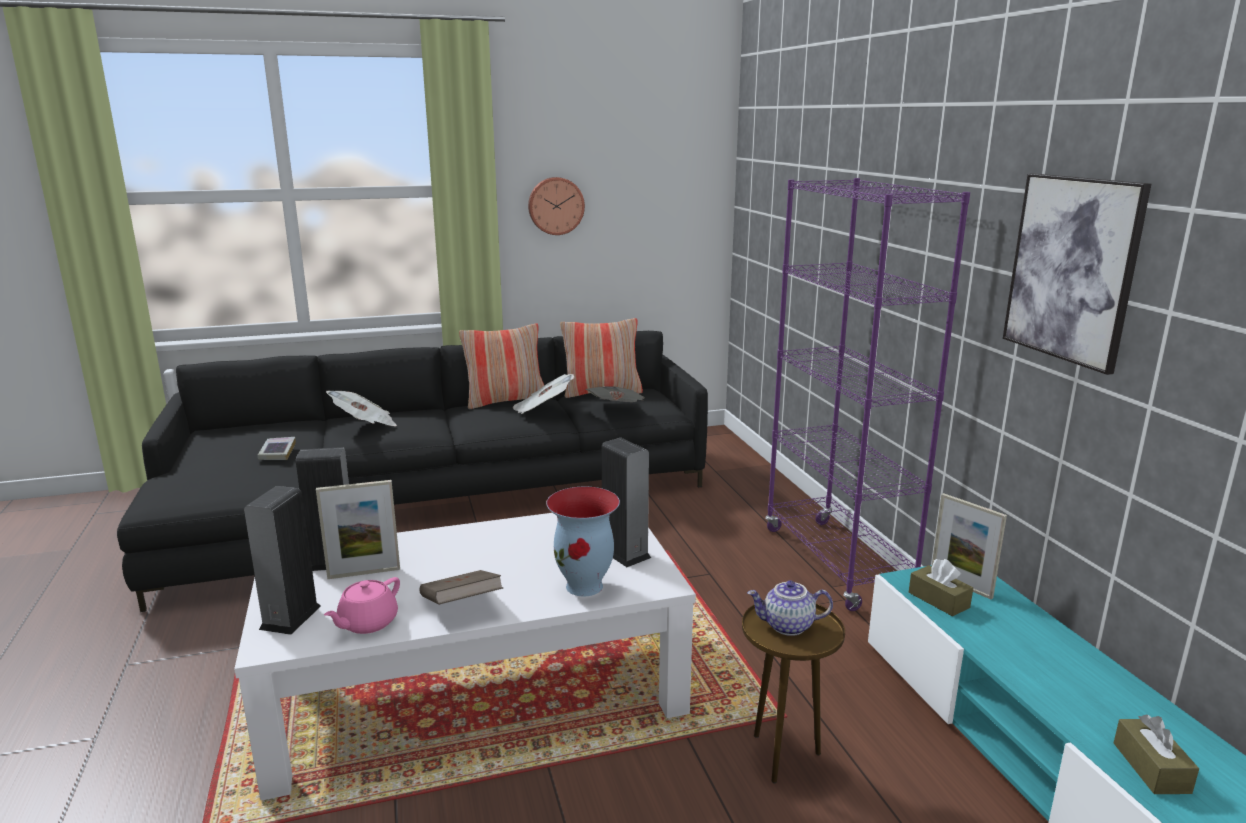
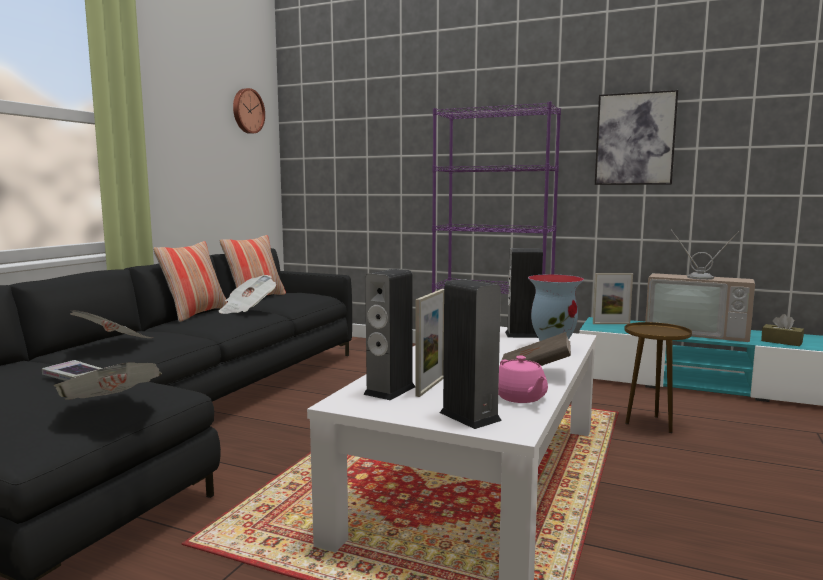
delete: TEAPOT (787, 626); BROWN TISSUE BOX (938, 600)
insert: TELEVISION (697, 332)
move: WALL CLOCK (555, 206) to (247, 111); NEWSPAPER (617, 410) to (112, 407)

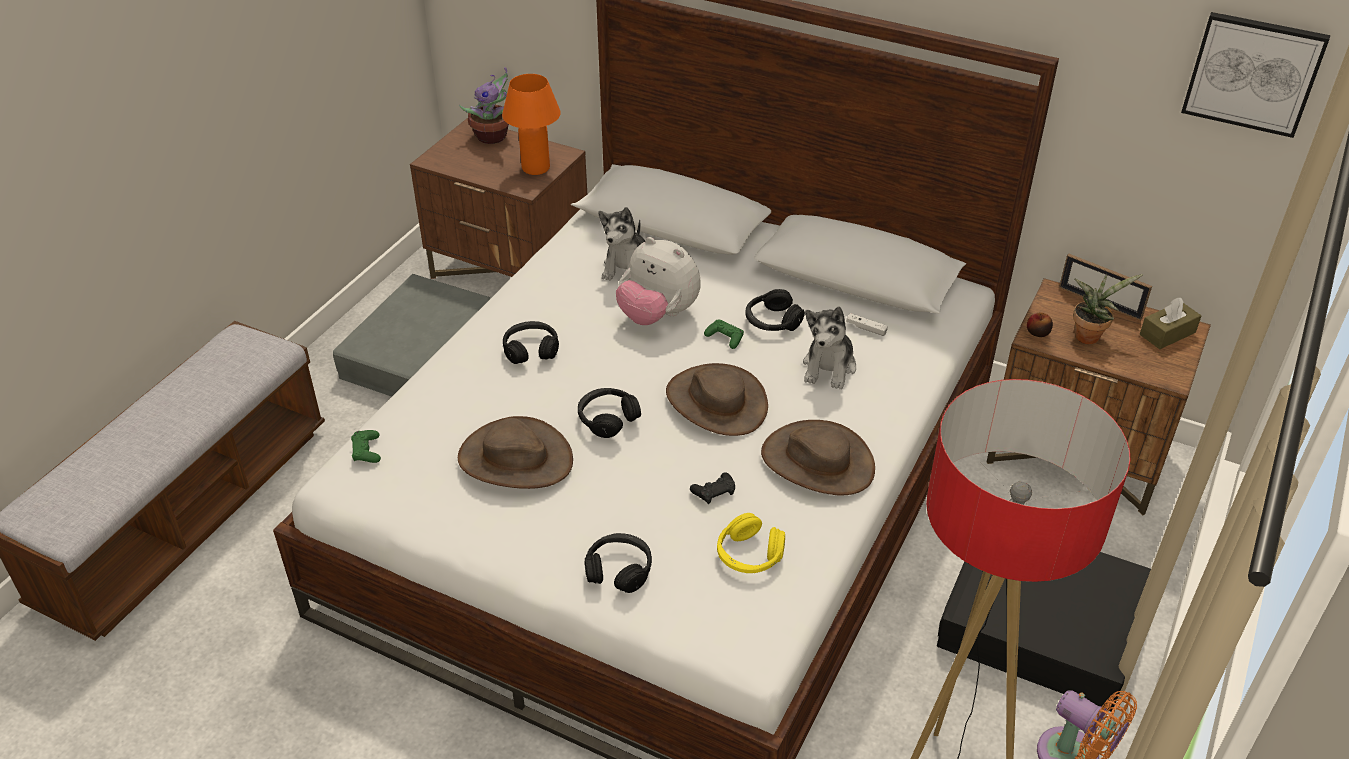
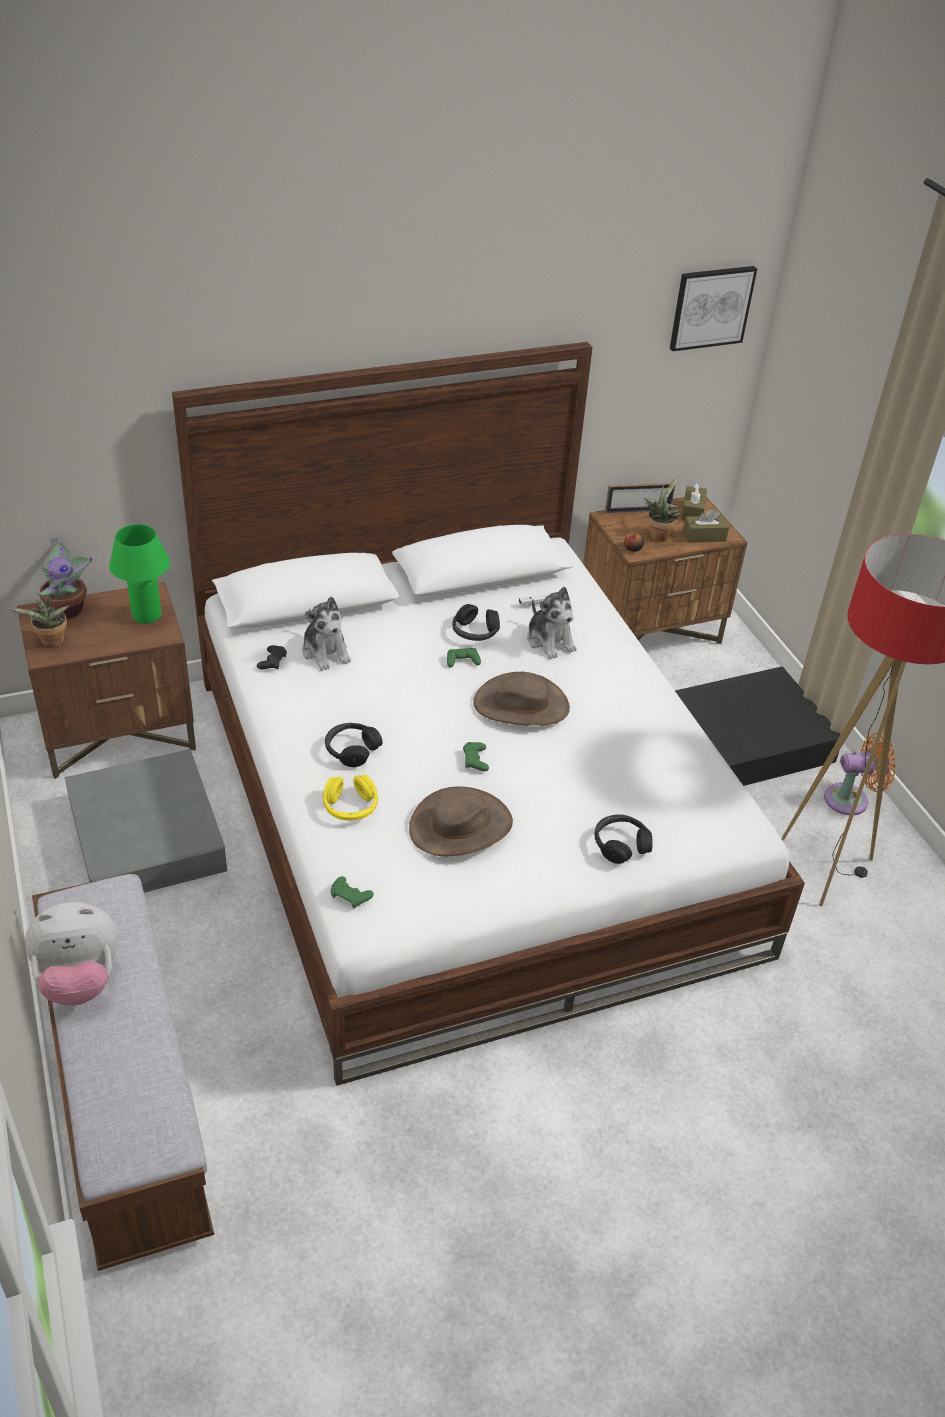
delete: BROWN HAT (817, 461)
insert: POTTED PLANT (51, 643); BROWN TISSUE BOX (704, 536)
move: PLUSH TOY (658, 315) to (79, 980); BLACK GAME CONTROLLER (714, 491) to (272, 661); YELLOW HEADPHONES (749, 555) to (350, 807)
replace: BLACK HEADPHONES (608, 418) to GREEN GAME CONTROLLER (475, 760)
recolor: ORANGE TABLE LAMP (535, 168) to GREEN TABLE LAMP (147, 616)

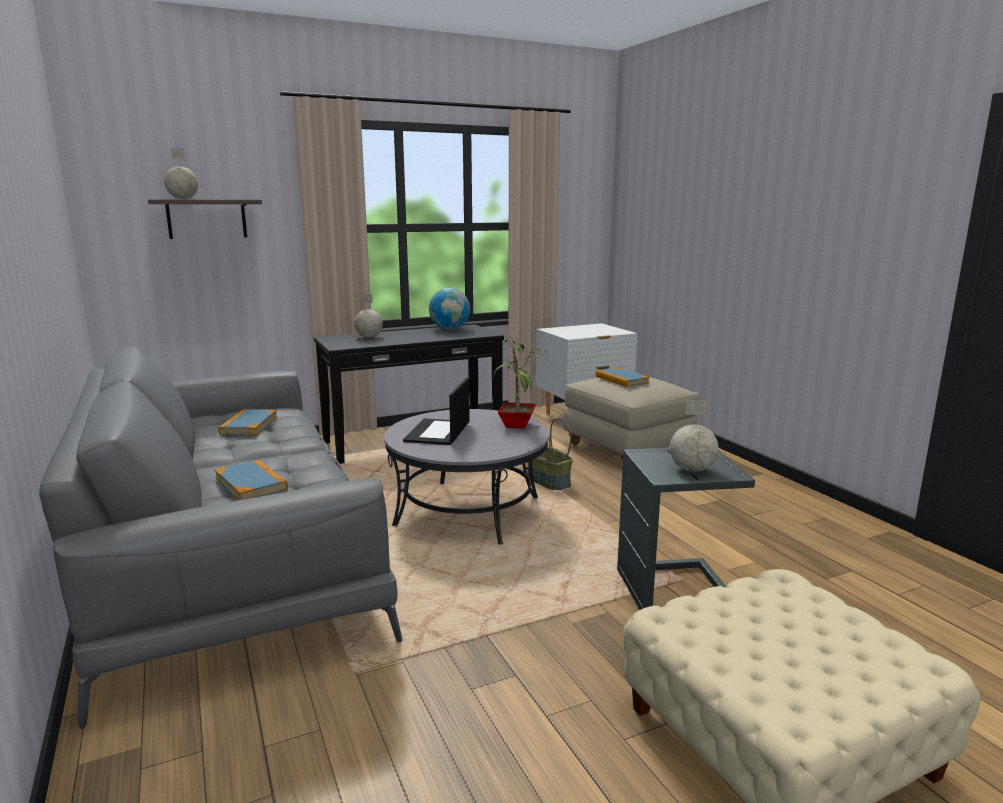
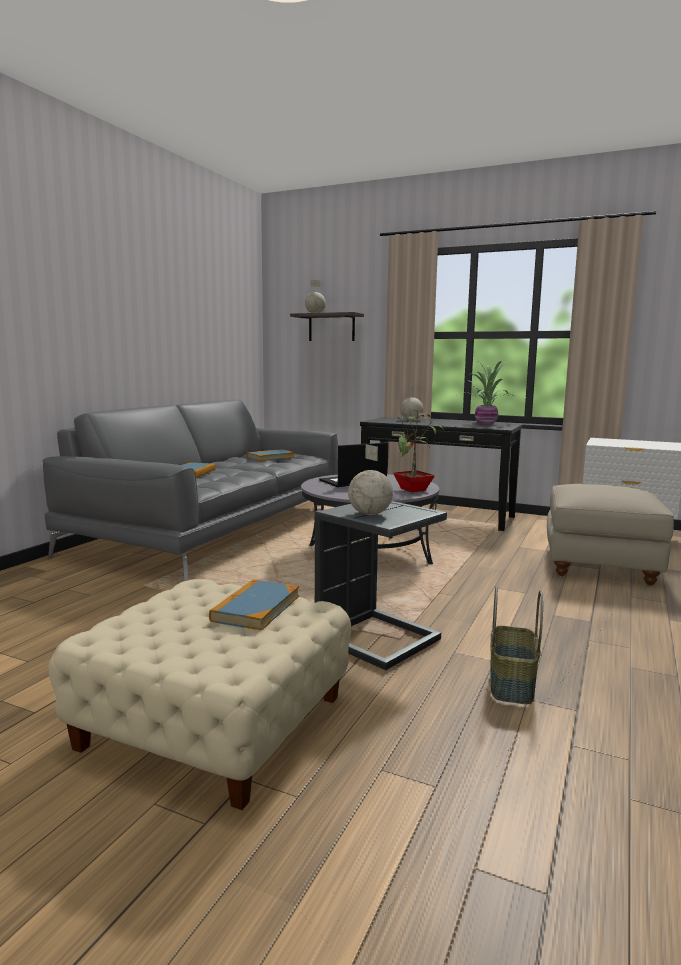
move: BASKET (547, 481) to (510, 683); BOOK (621, 380) to (256, 608)
replace: GLOBE (450, 329) to POTTED PLANT (486, 423)

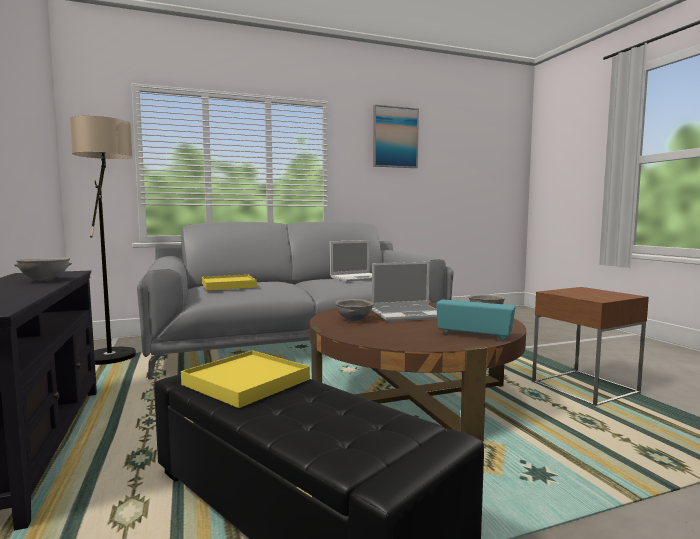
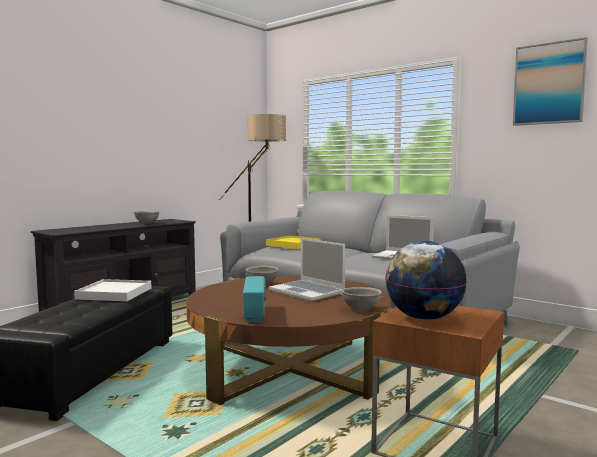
insert: GLOBE (423, 318)
recolor: YELLOW TRAY (246, 382) to WHITE TRAY (114, 293)

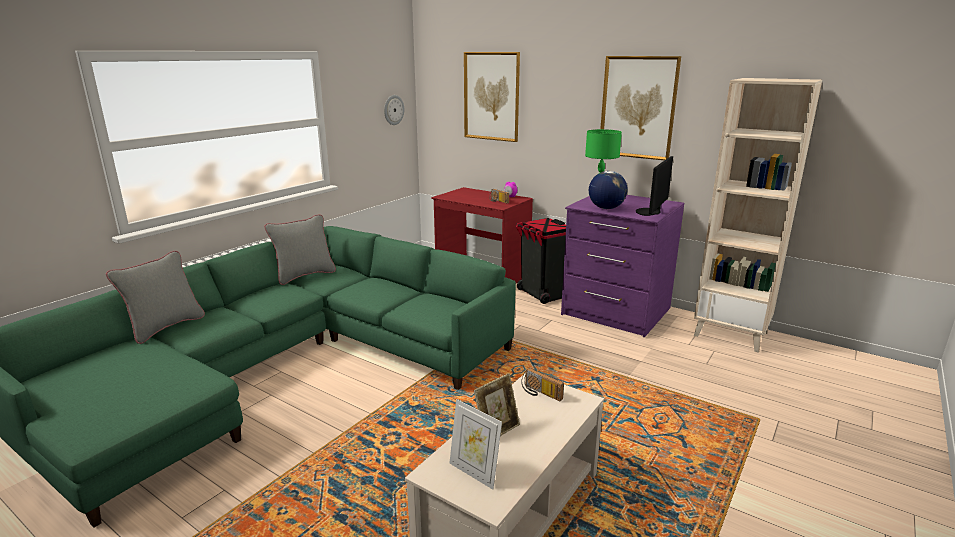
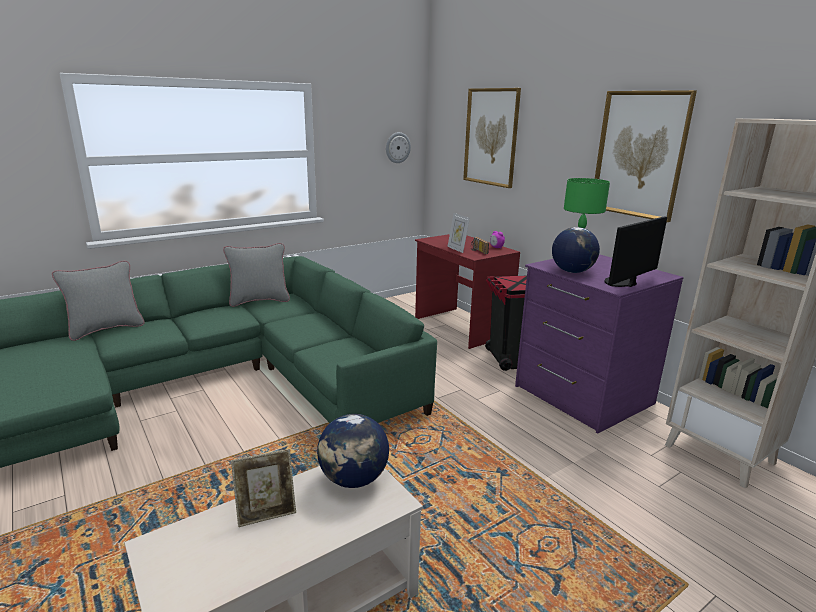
move: PICTURE FRAME (474, 472) to (457, 249)
replace: RADIO (540, 393) to GLOBE (354, 479)

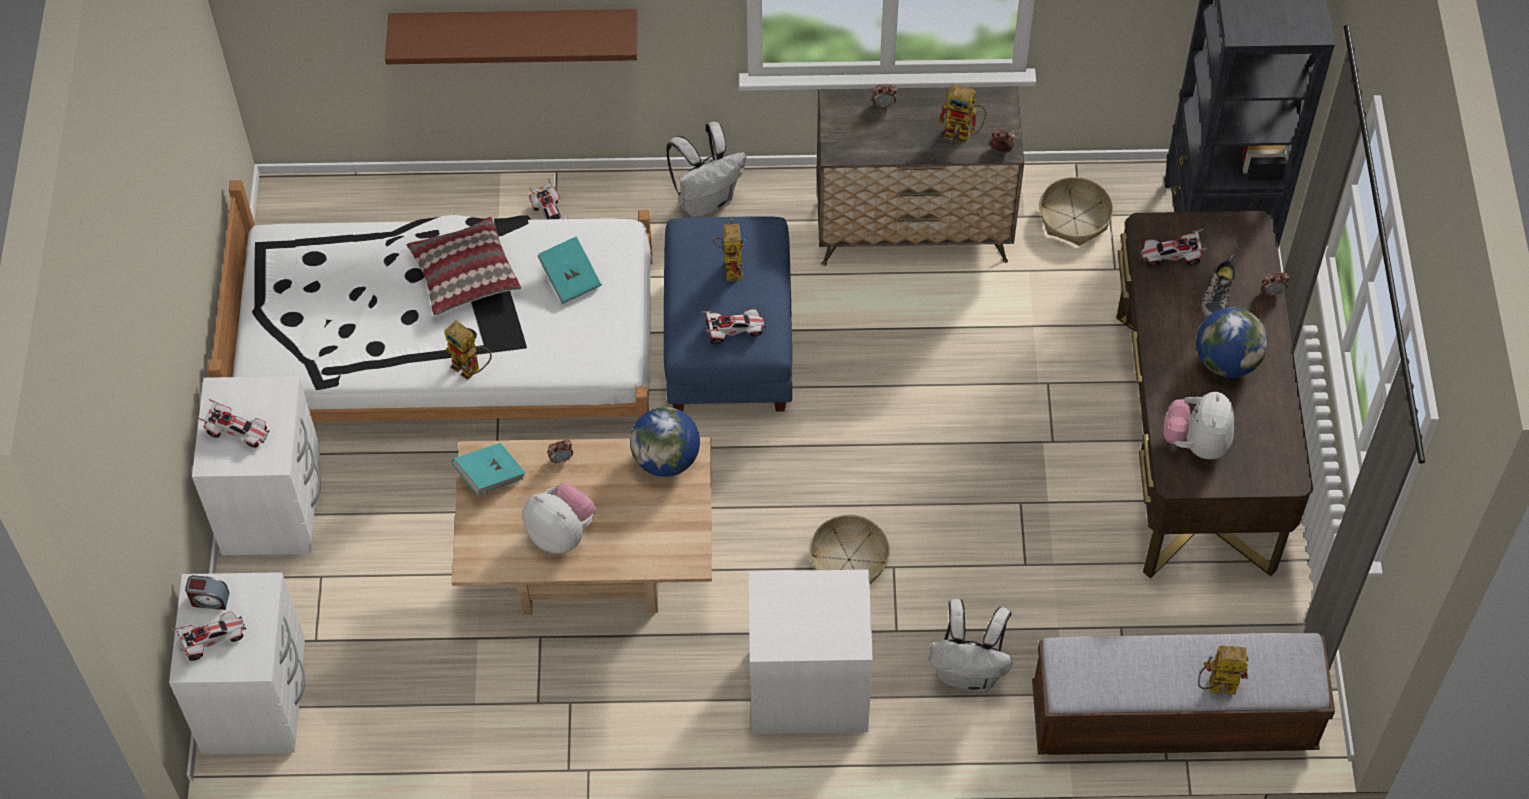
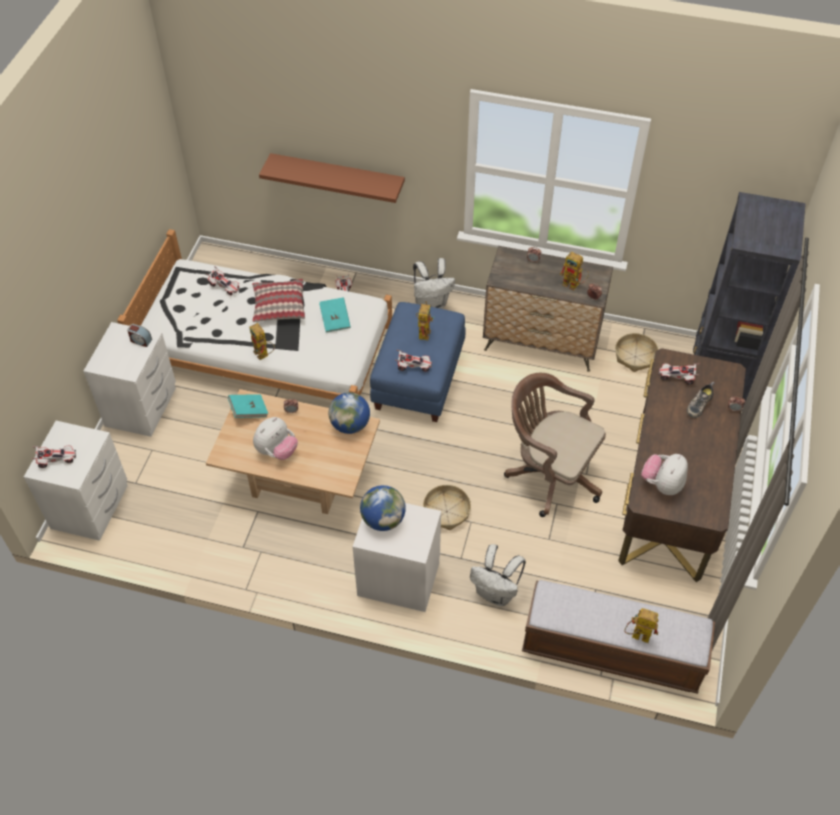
insert: BROWN OFFICE CHAIR (549, 474)
move: ALARM CLOCK (209, 600) to (140, 340); TOY CAR (238, 432) to (224, 286); GLOBE (1226, 361) to (383, 519)
rotate: PLUSH TOY (561, 533) = (277, 451) 75 degrees clockwise

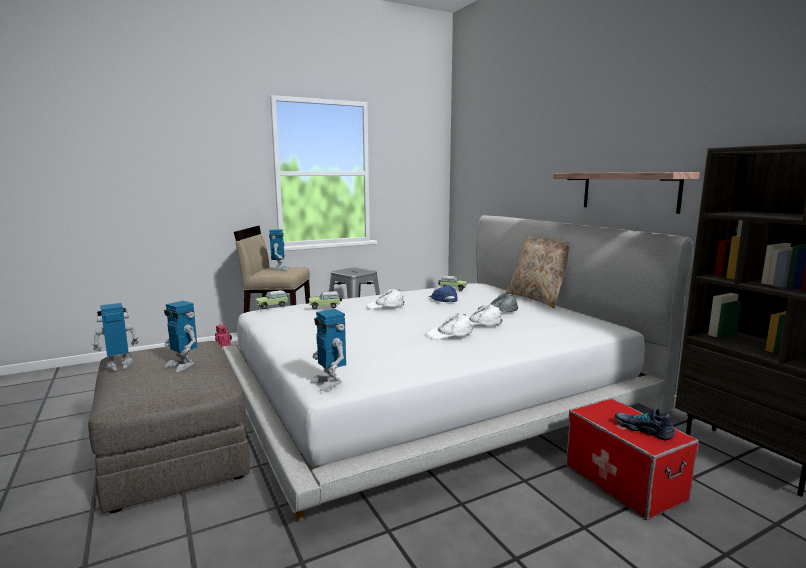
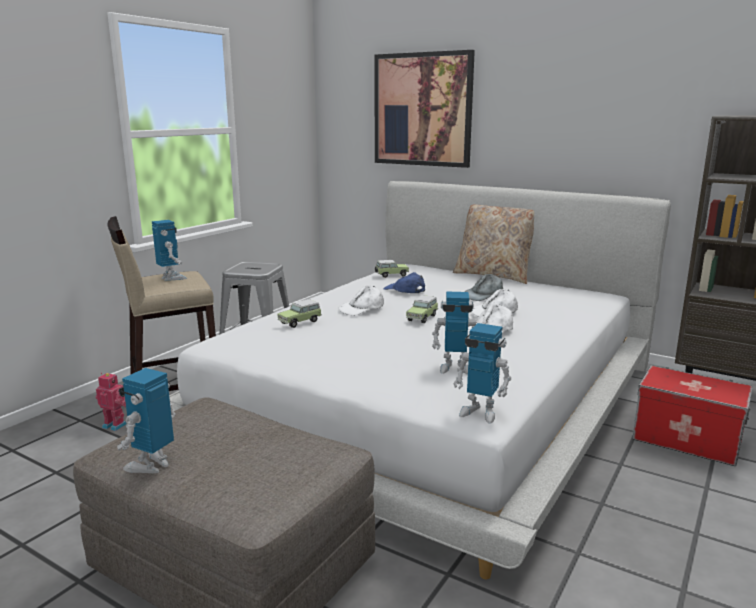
delete: SHELF (629, 191); SHOE (643, 429)
insert: PICTURE (422, 110)
move: TOY ROBOT (182, 365) to (454, 367); TOY CAR (273, 306) to (422, 317)

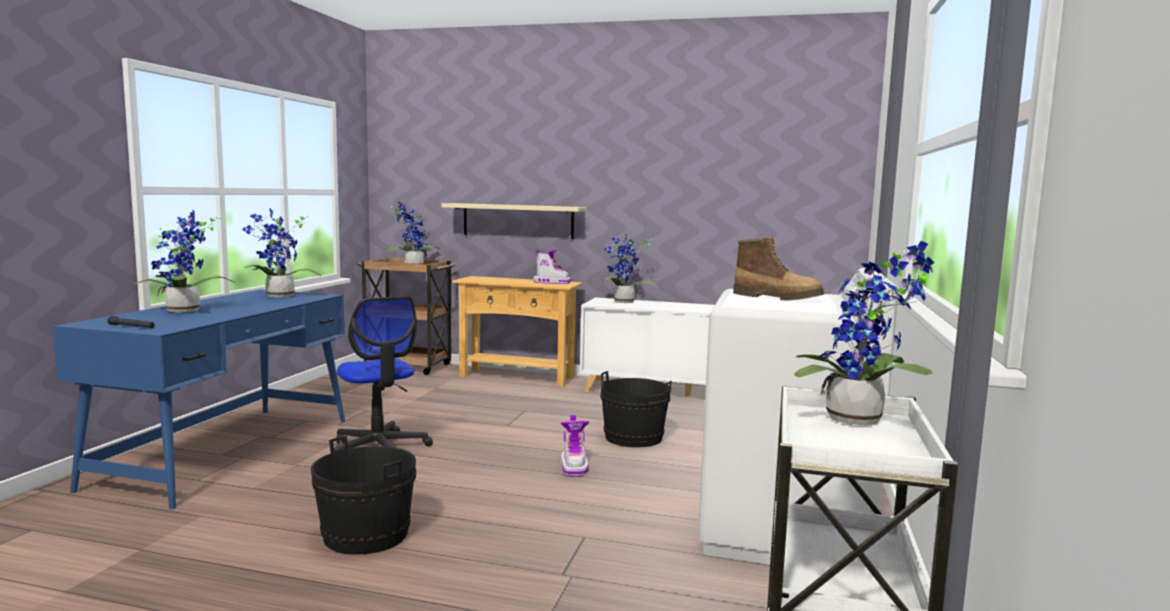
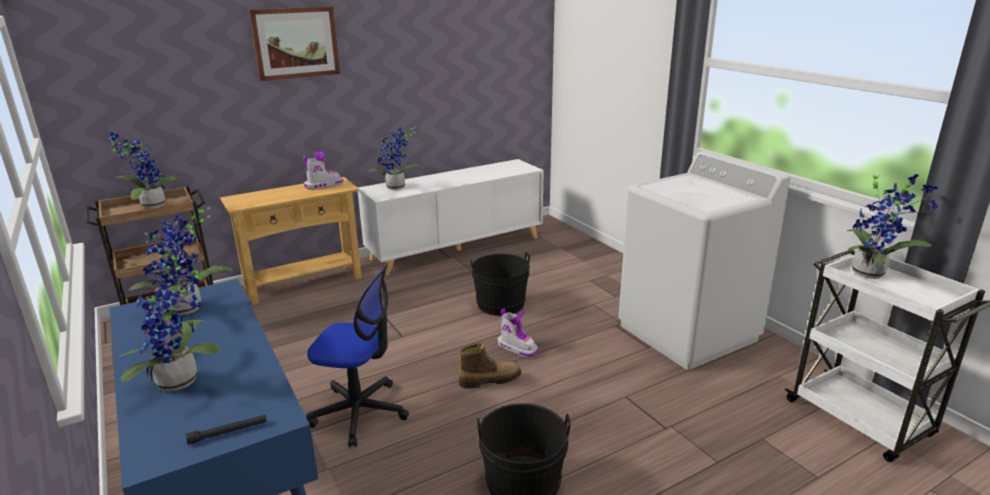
delete: BEIGE SHELF (518, 221)
insert: PICTURE (295, 43)
move: BOOT (777, 298) to (490, 380)

